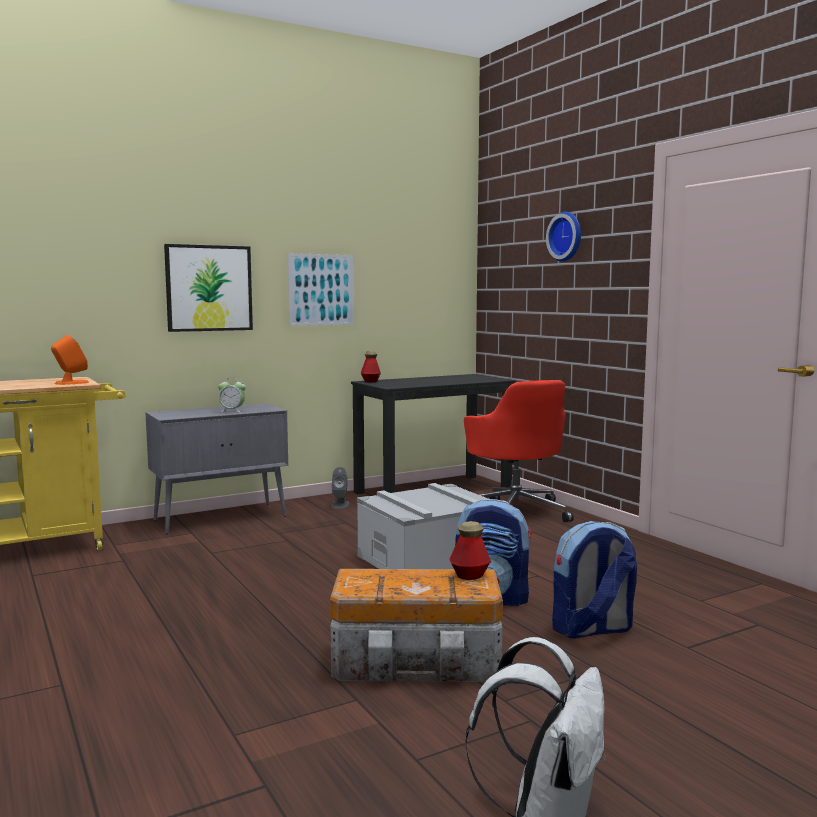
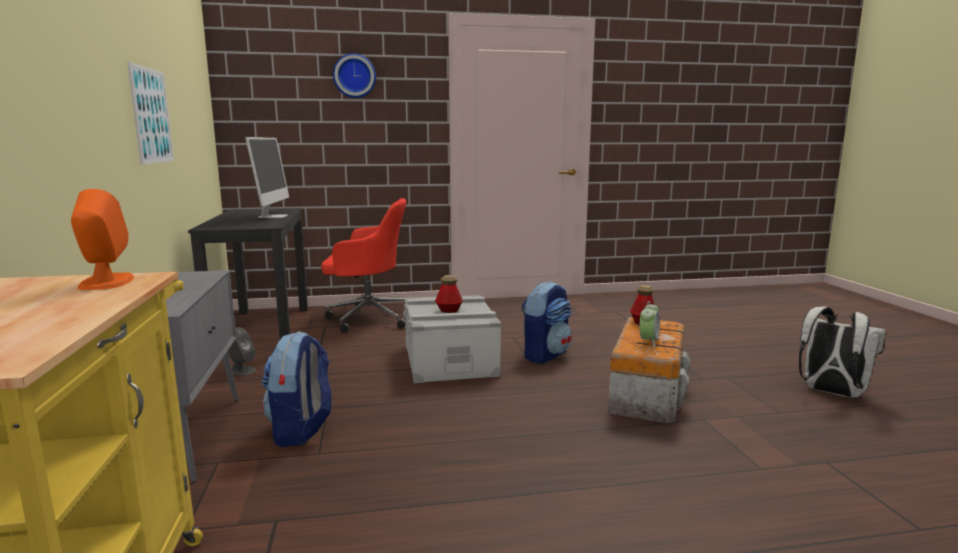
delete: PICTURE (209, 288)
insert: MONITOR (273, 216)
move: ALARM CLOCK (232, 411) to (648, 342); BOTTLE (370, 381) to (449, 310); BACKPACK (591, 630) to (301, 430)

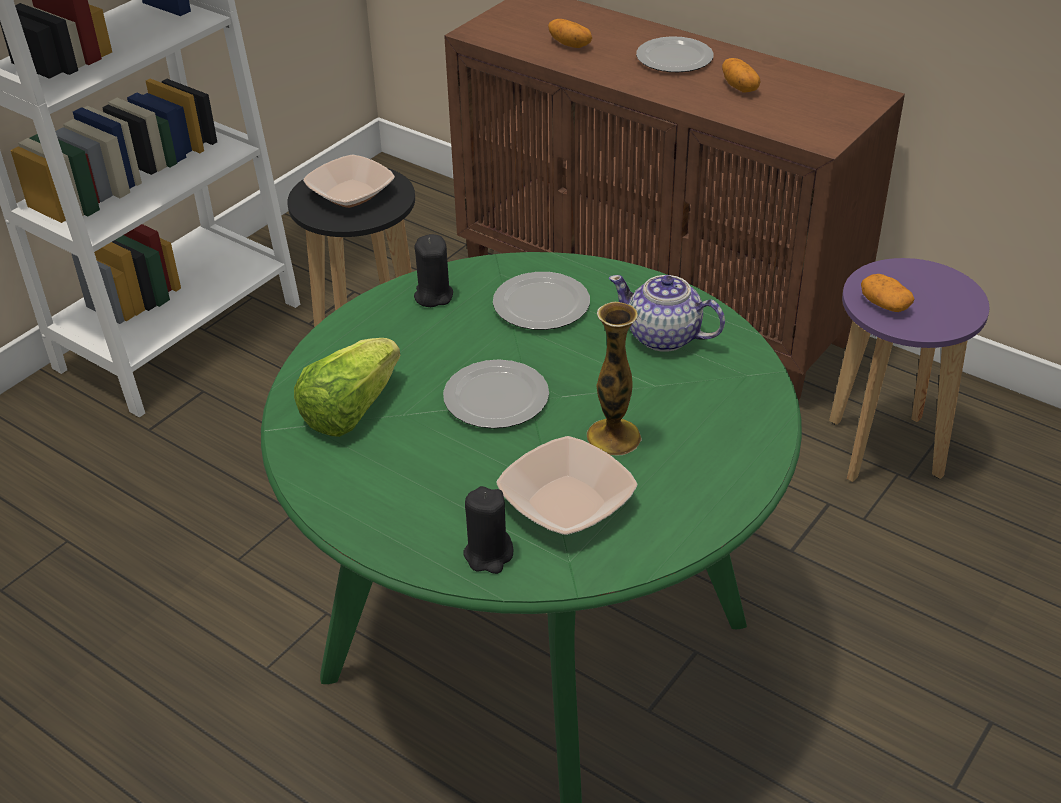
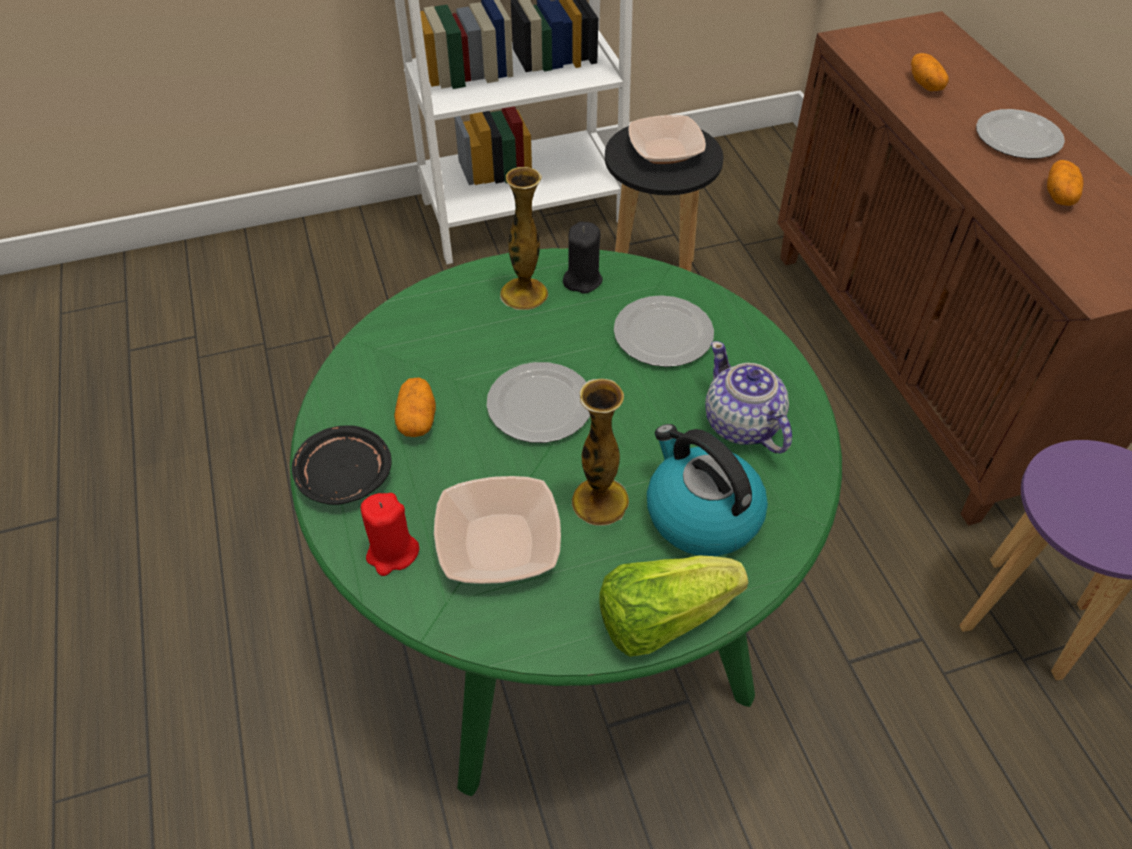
insert: BLACK PLATE (343, 475); VASE (524, 294); KETTLE (700, 514)
move: LETTUCE (350, 410) to (662, 618); POTATO (884, 305) to (417, 419)
recolor: BLACK CANDLE (488, 555) to RED CANDLE (392, 553)

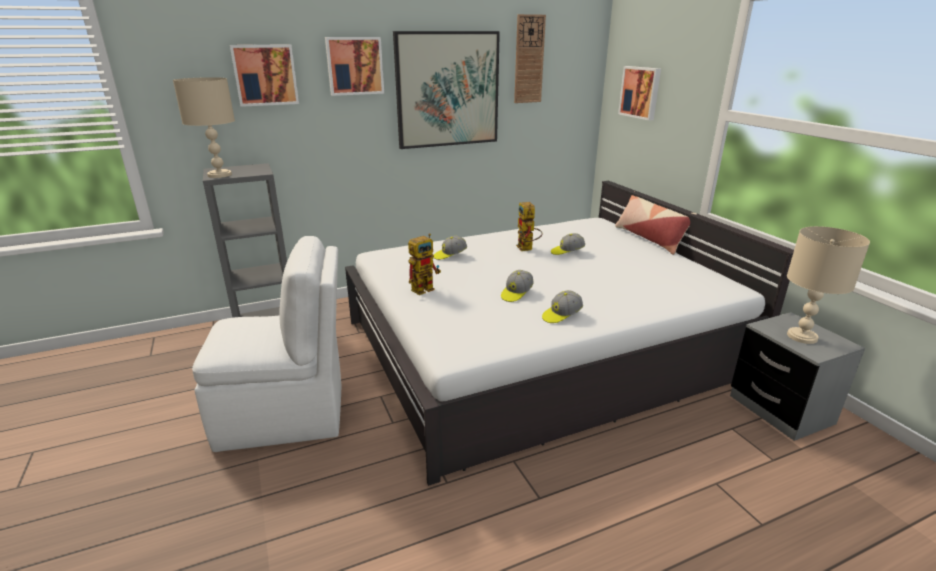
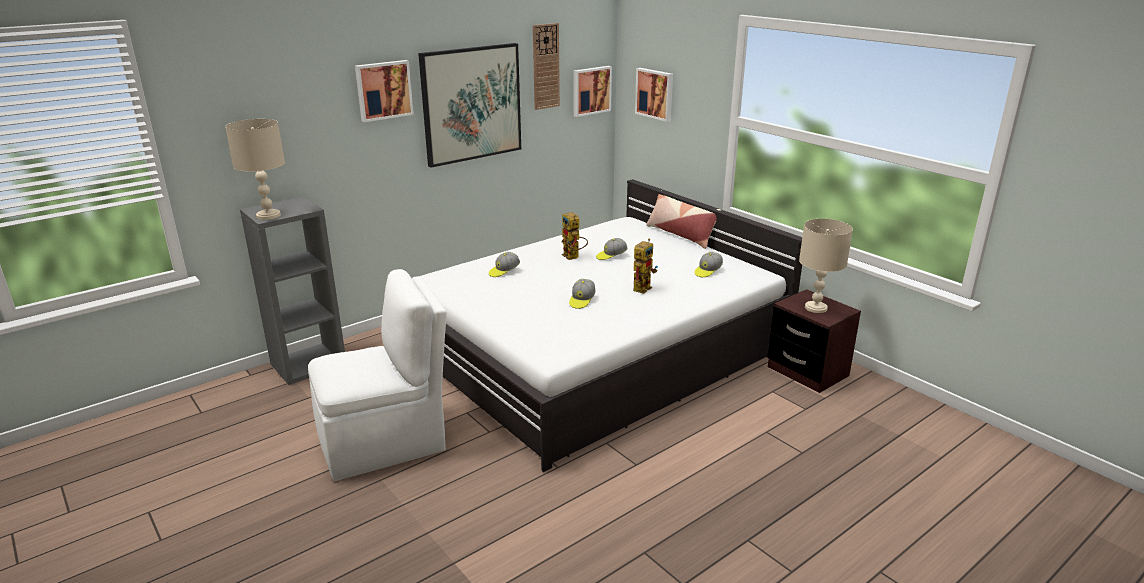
move: PICTURE (265, 75) to (591, 90); TOY ROBOT (425, 287) to (643, 287); CAP (561, 315) to (707, 271)
recolor: GREY NIGHTSTAND (780, 410) to BROWN NIGHTSTAND (807, 371)

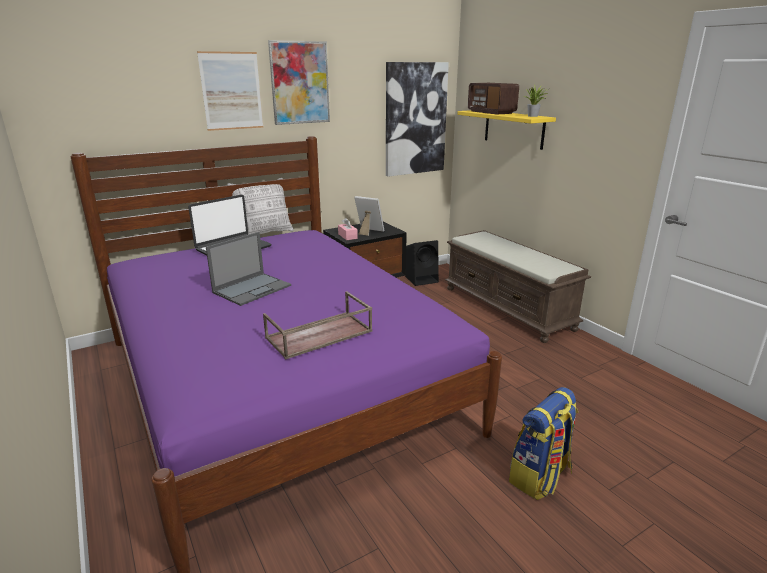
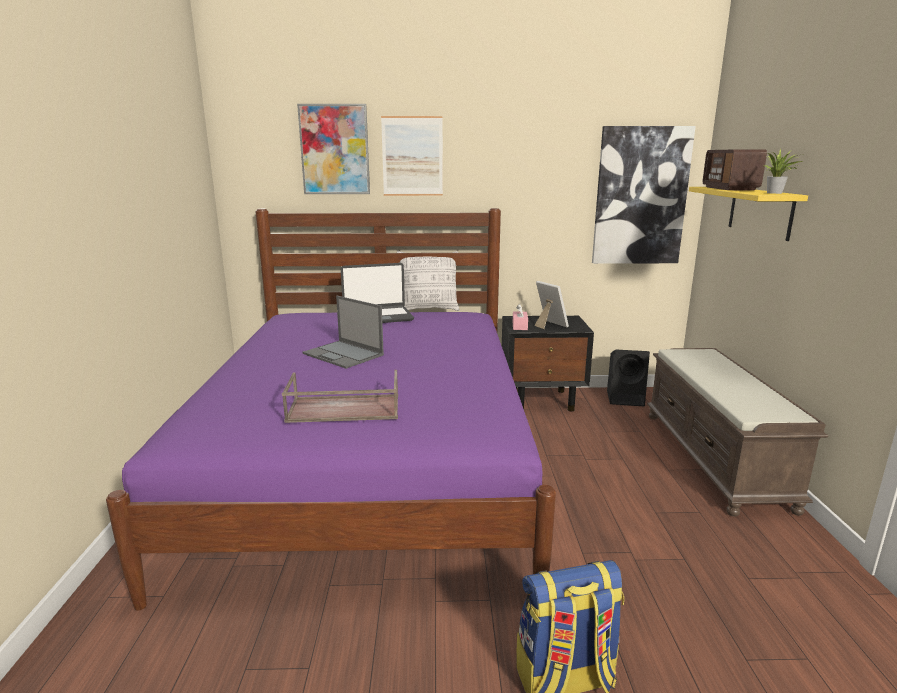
move: PICTURE (300, 83) to (334, 150)
rotate: LAPTOP (252, 289) = (344, 354) 60 degrees clockwise

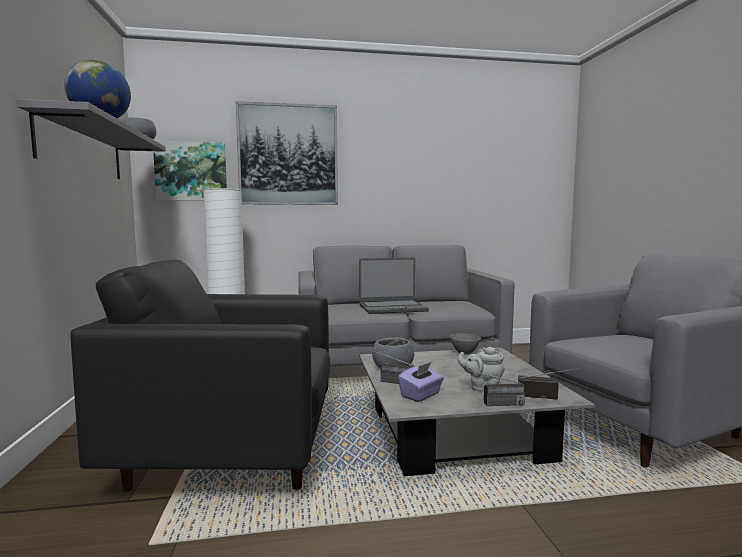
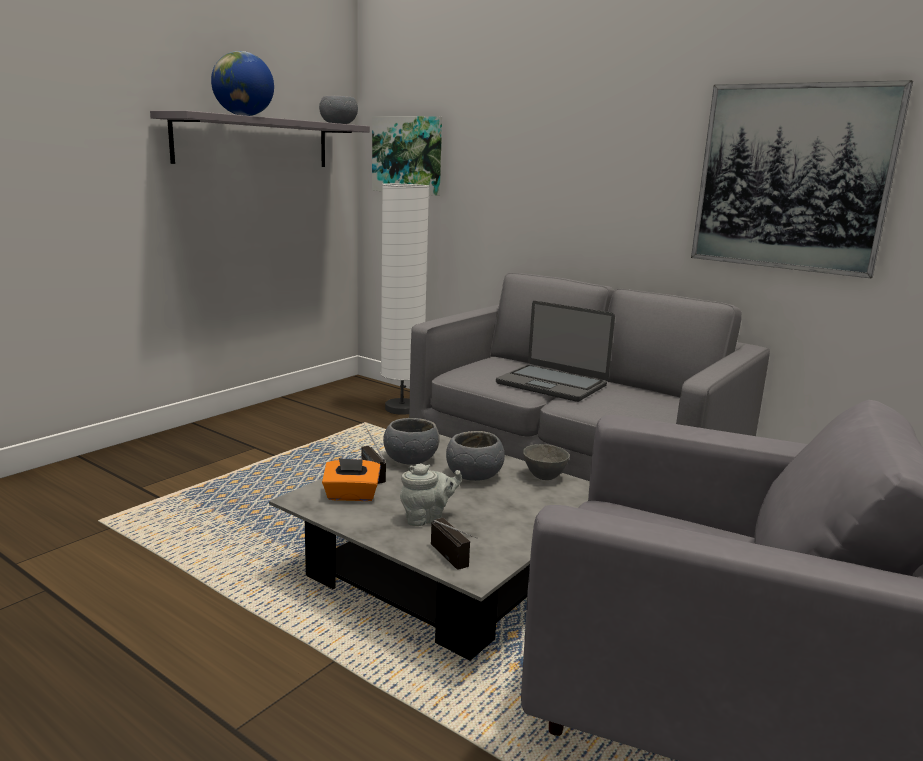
delete: BLACK ARMCHAIR (231, 456); RADIO (494, 404)
insert: GREY BOWL (474, 475)
move: PICTURE (288, 155) to (792, 178)
recolor: PURPLE TISSUE BOX (421, 395) to ORANGE TISSUE BOX (351, 496)
rotate: GREY TEAPOT (482, 388) = (427, 518) 105 degrees clockwise

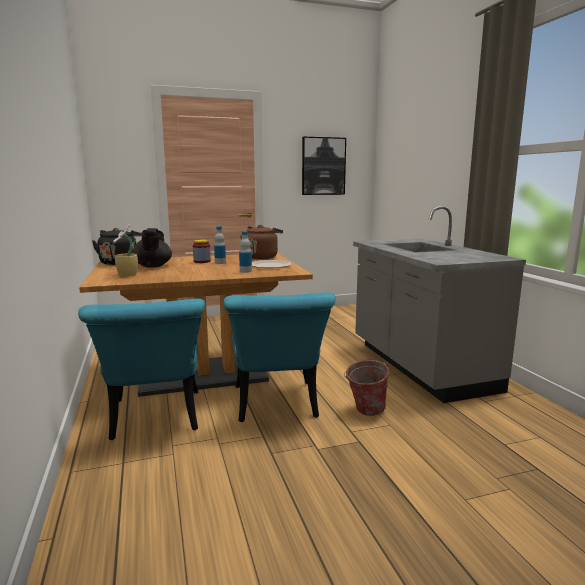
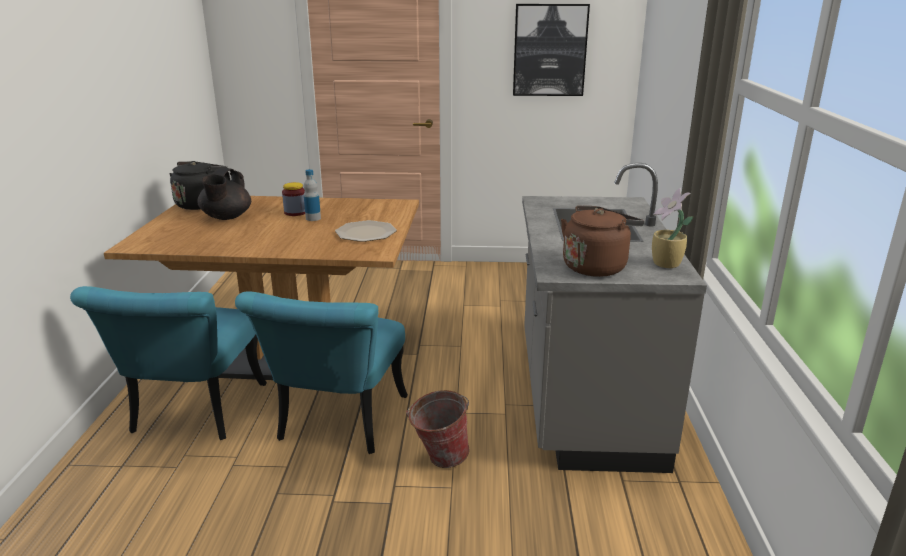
delete: BOTTLE (245, 271)
move: POTTED PLANT (127, 275) to (666, 264); BROWN KETTLE (261, 257) to (596, 266)

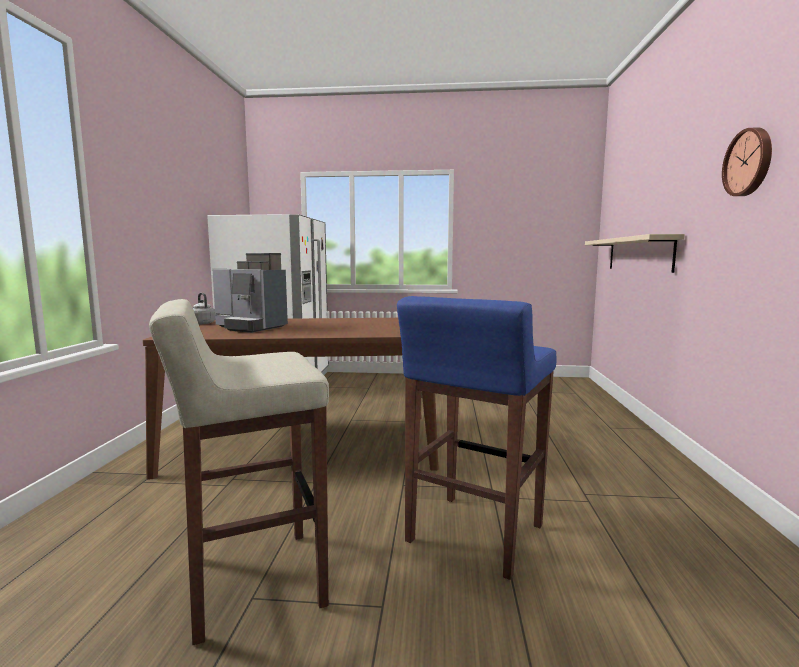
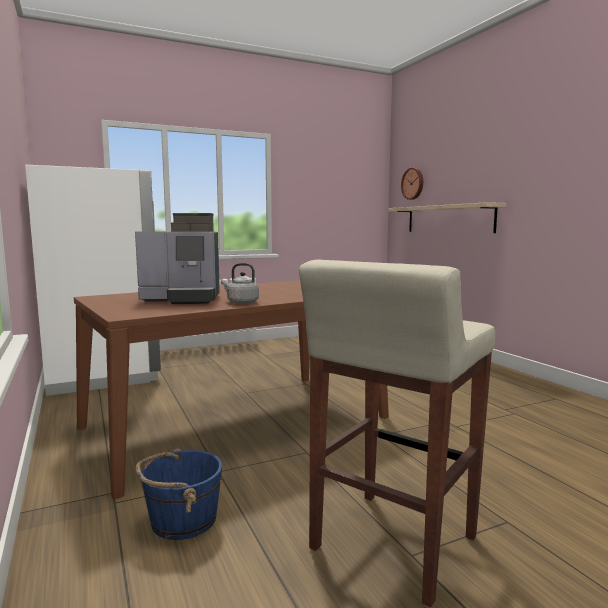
delete: BLUE STOOL (474, 535)
insert: BLUE BUCKET (182, 520)
move: GREY KETTLE (202, 323) to (241, 302); WALL CLOCK (749, 162) to (413, 183)

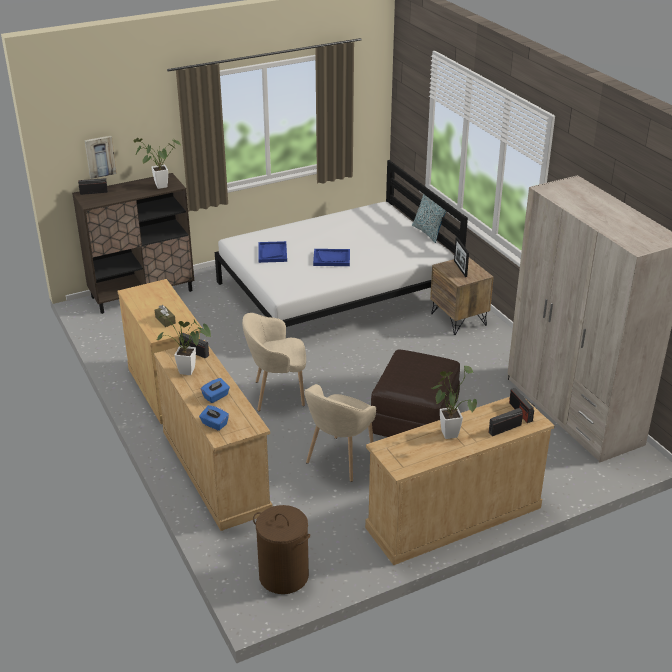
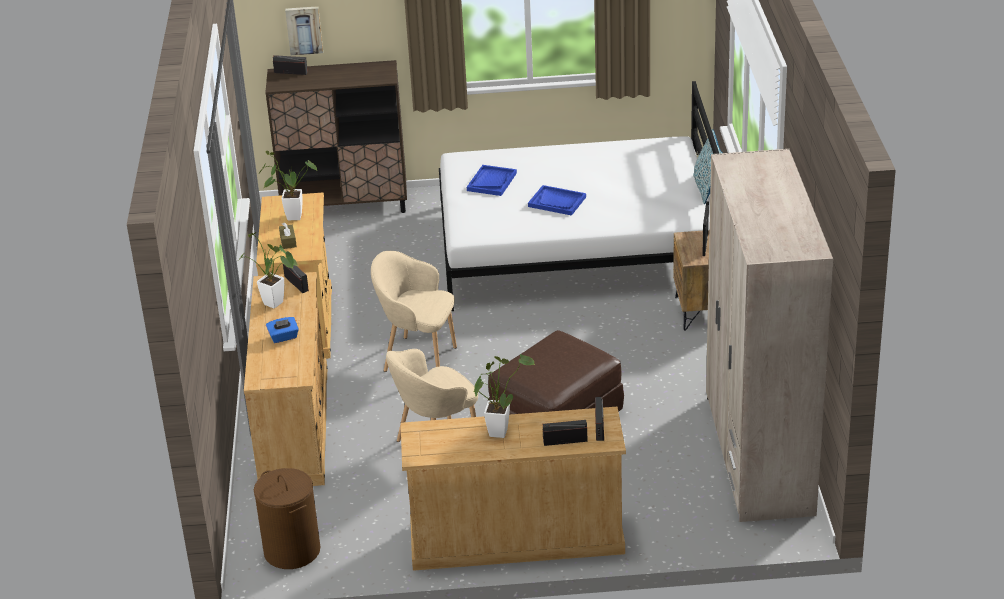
delete: BLUE TISSUE BOX (214, 424)
move: POTTED PLANT (158, 186) to (290, 217)

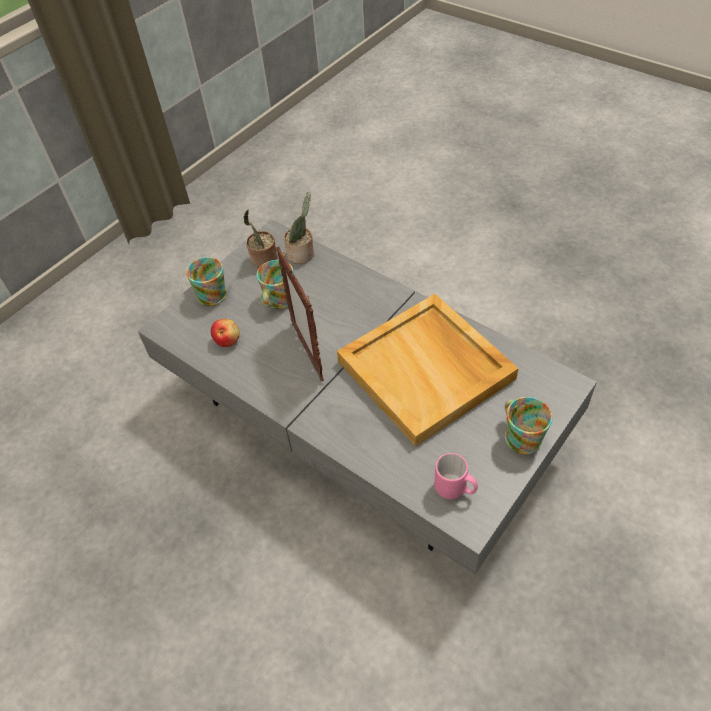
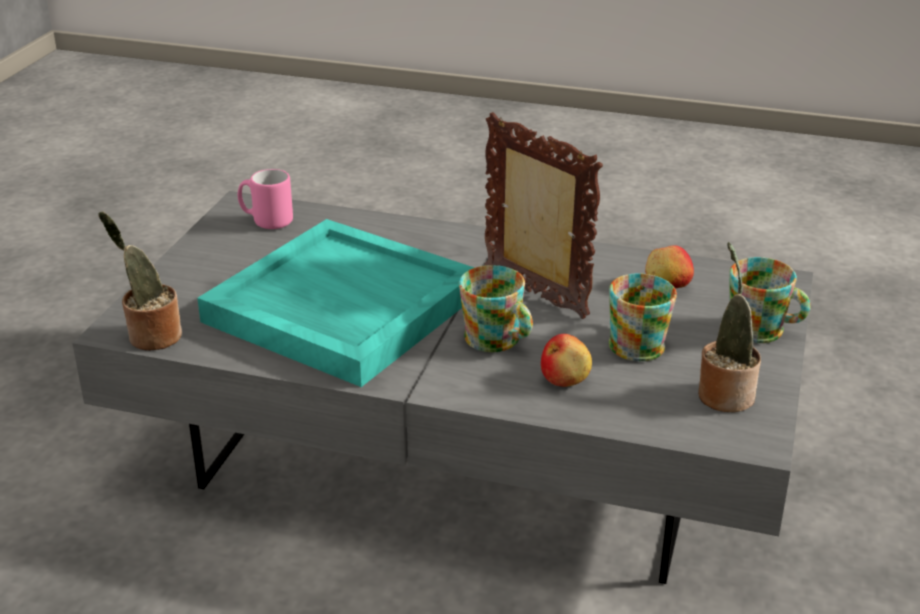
insert: APPLE (565, 379)
move: POTTED PLANT (302, 254) to (151, 337); MUG (520, 434) to (497, 341)
recolor: BEIGE TRAY (427, 370) to TURQUOISE TRAY (340, 307)

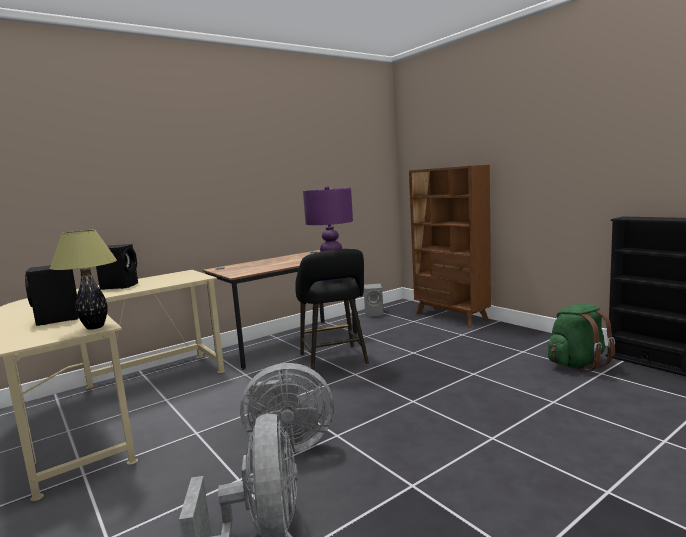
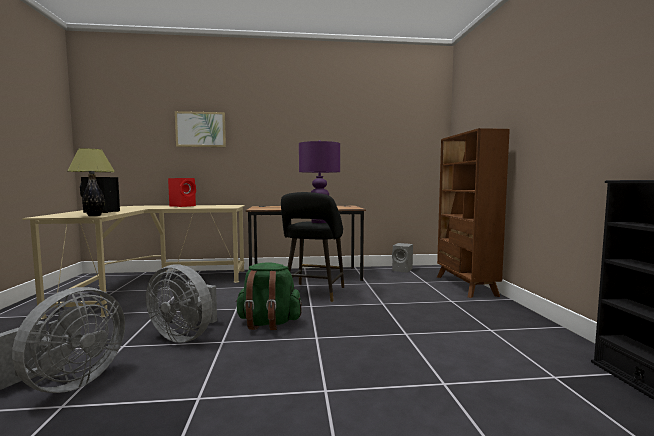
insert: PICTURE (201, 129)
move: GREEN BACKPACK (577, 364) to (268, 323)
recolor: BLACK SPEAKER (120, 286) to RED SPEAKER (183, 206)

